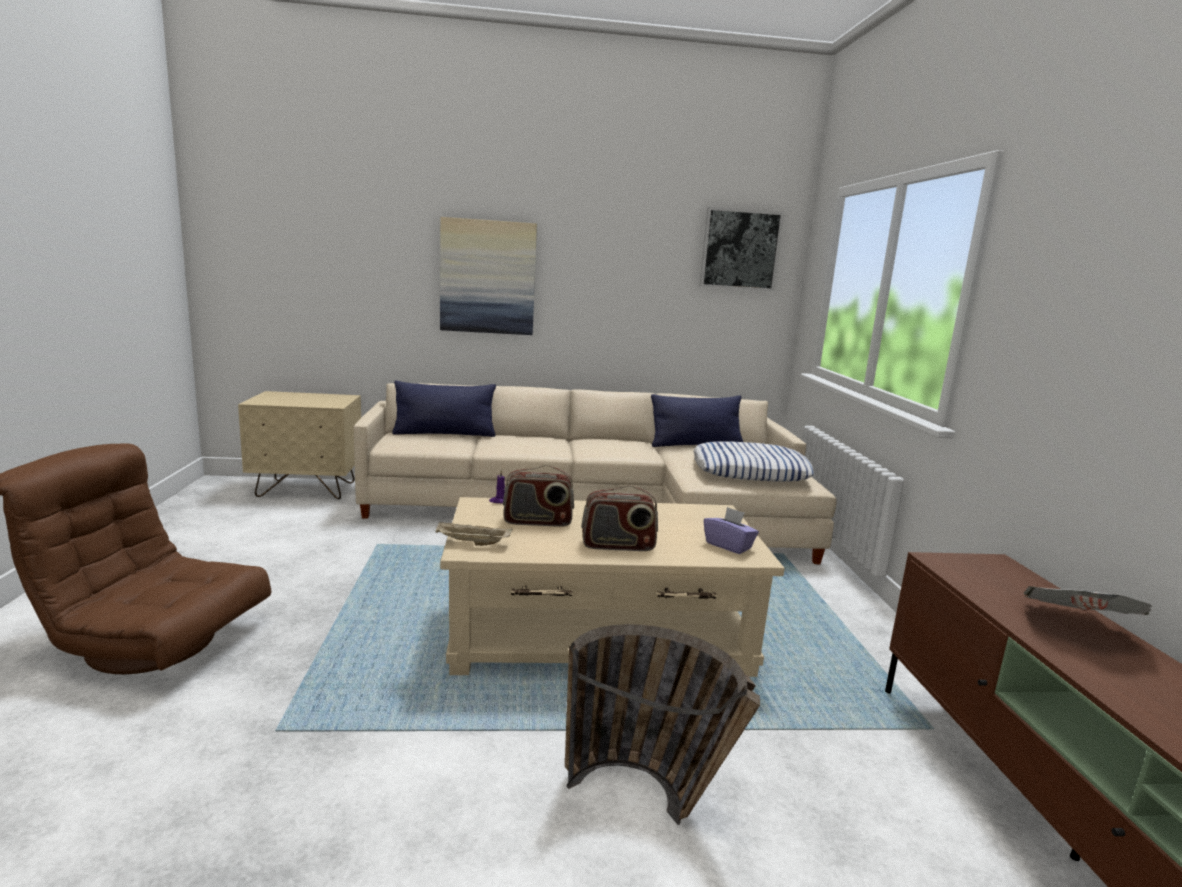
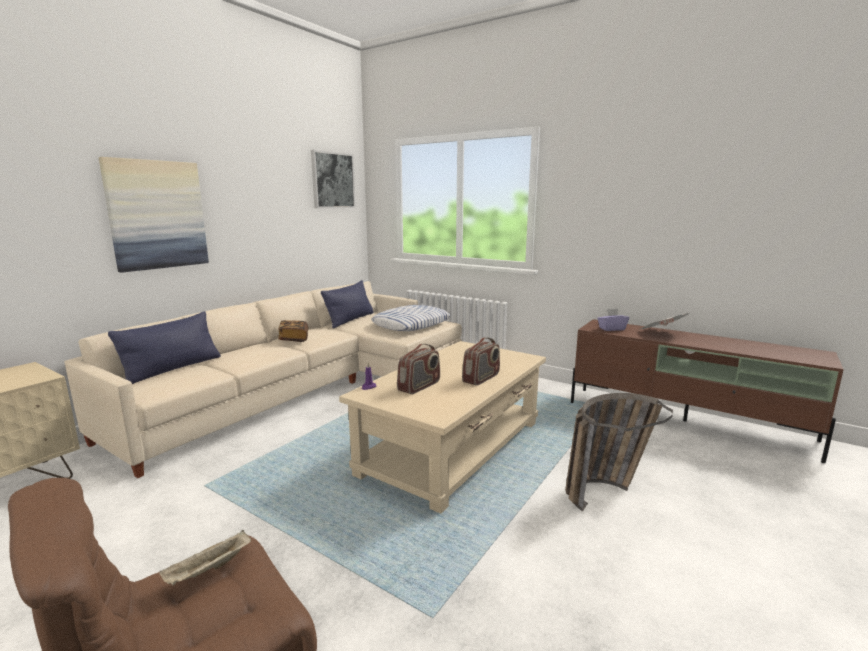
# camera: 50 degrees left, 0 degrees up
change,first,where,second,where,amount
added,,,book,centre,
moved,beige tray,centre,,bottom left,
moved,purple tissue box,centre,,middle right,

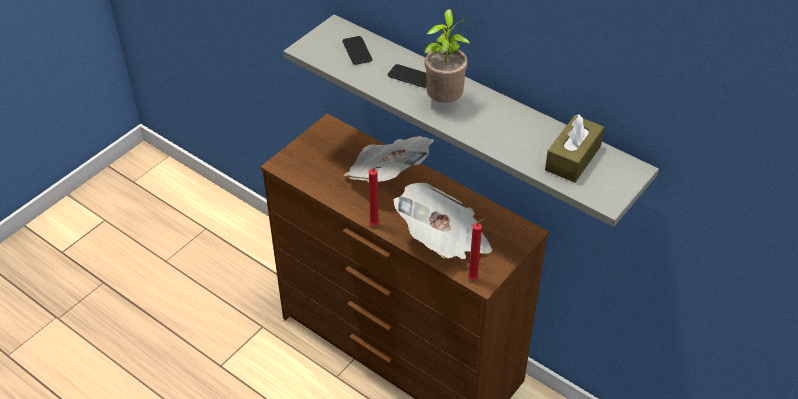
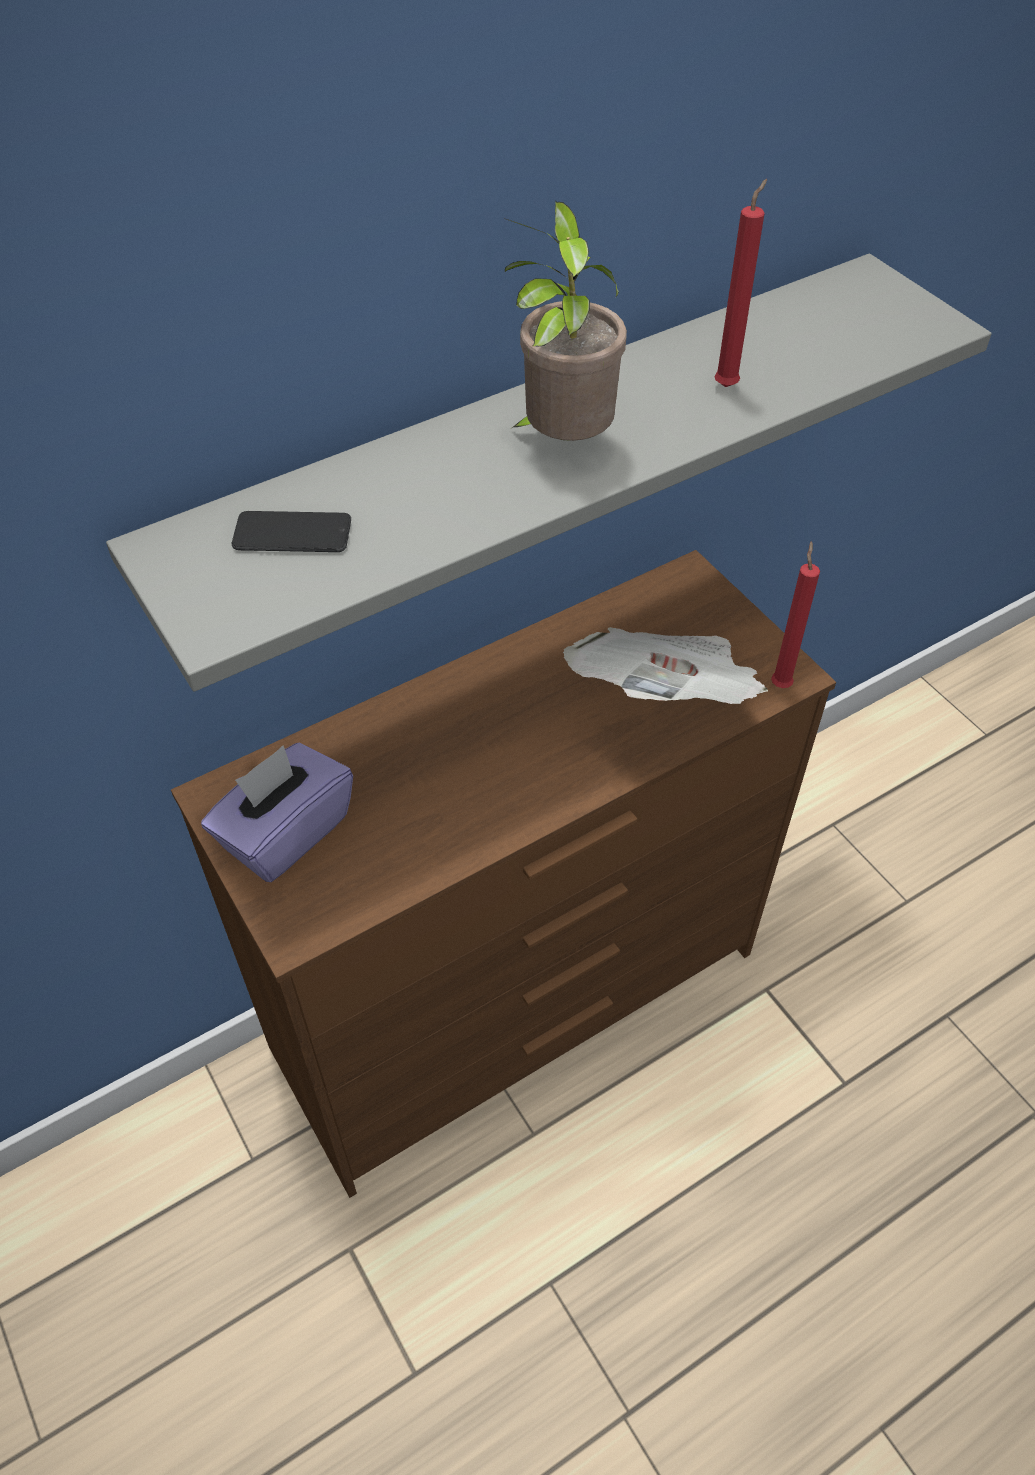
# camera: 70 degrees left, 5 degrees up
change,first,where,second,where,amount
removed,newspaper (1st from left),centre,,,
removed,phone (2nd from left),top centre,,,
removed,brown tissue box,middle right,,,
added,,,purple tissue box,middle left,
moved,red candle (1st from left),centre,,top right,

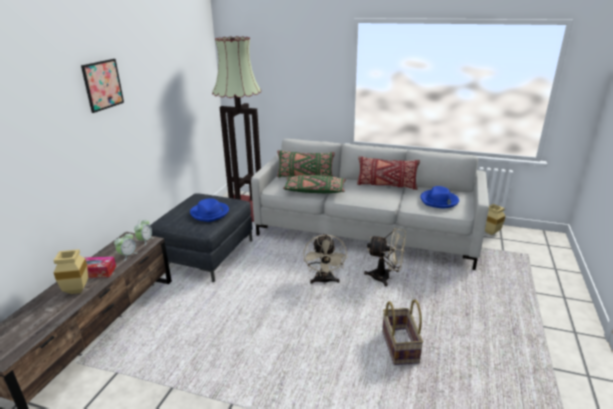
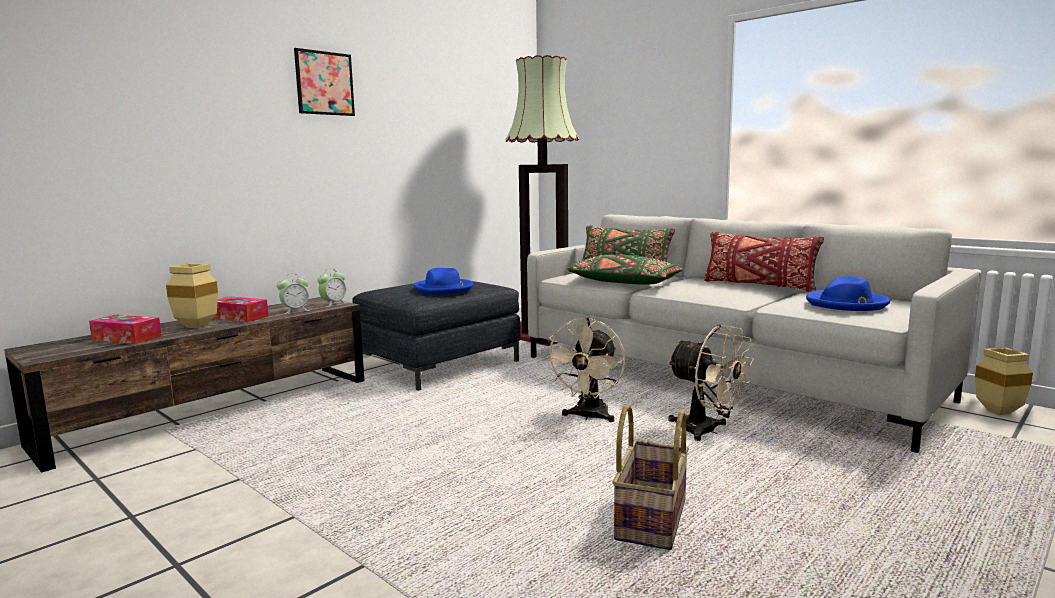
# camera: 25 degrees right, 15 degrees down
change,first,where,second,where,amount
added,,,tissue box (1st from left),middle left,

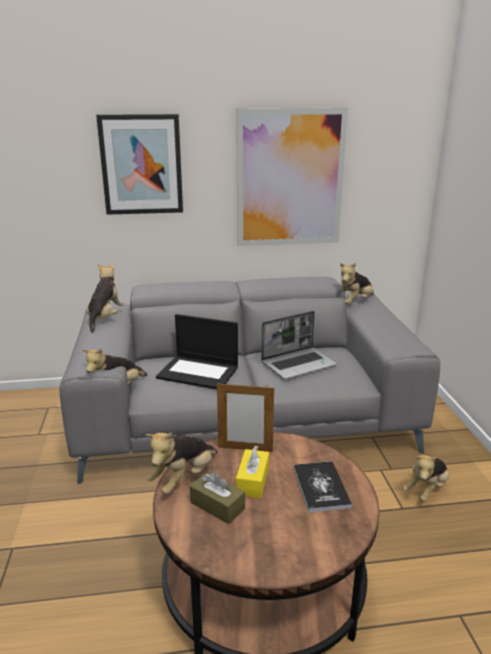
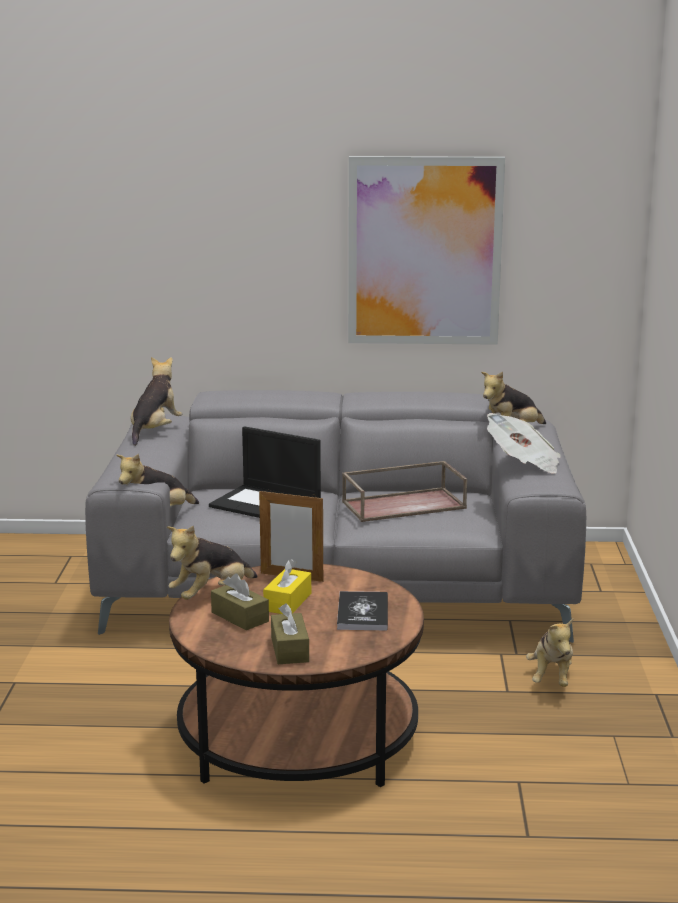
# camera: 10 degrees right, 5 degrees down
change,first,where,second,where,amount
removed,picture (1st from left),top left,,,
added,,,brown tissue box (2nd from left),bottom centre,
added,,,newspaper,middle right,
replaced,laptop (2nd from left),centre,brown tray,centre,
turned,plush toy (5th from left),bottom right,,bottom right,45 degrees counterclockwise

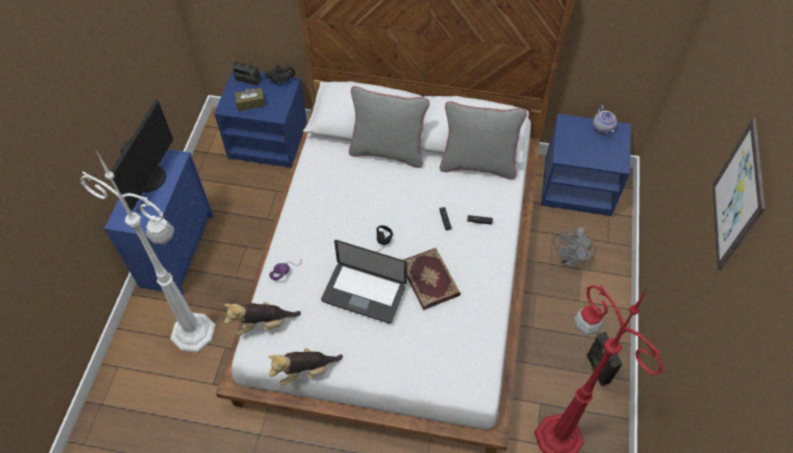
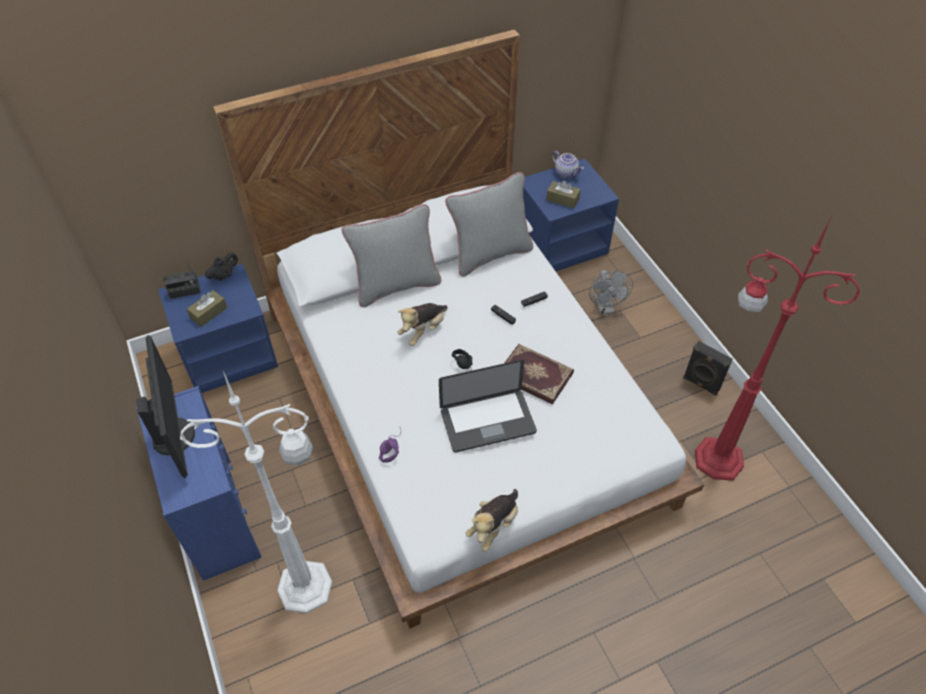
# camera: 35 degrees left, 5 degrees down
change,first,where,second,where,amount
removed,picture,middle right,,,
added,,,brown tissue box (2nd from left),top centre,
moved,plush toy (1st from left),bottom left,,centre,

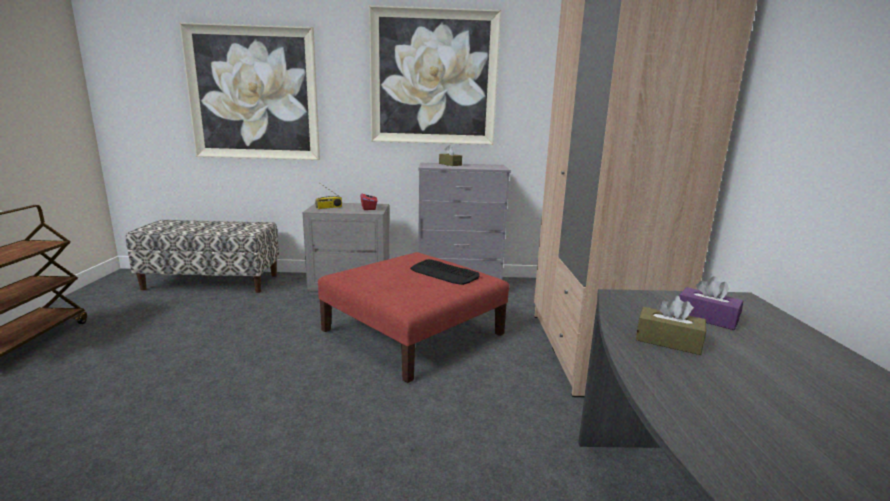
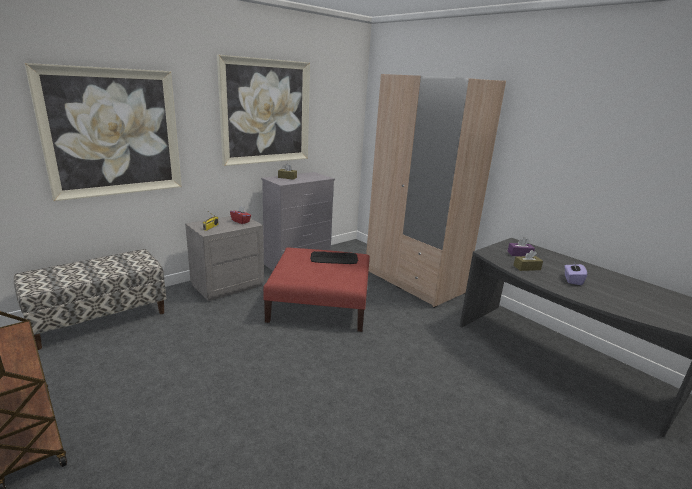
# camera: 40 degrees left, 5 degrees up
change,first,where,second,where,amount
added,,,purple tissue box (2nd from left),middle right,

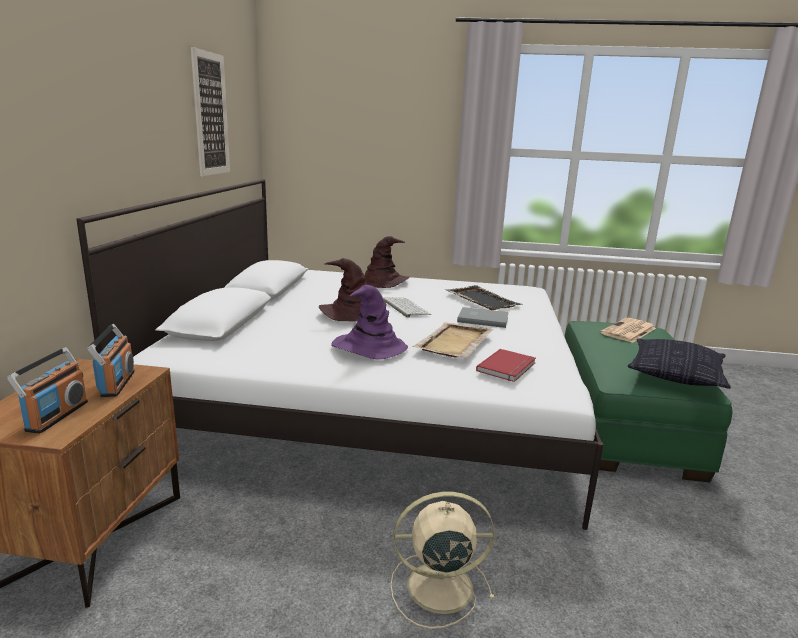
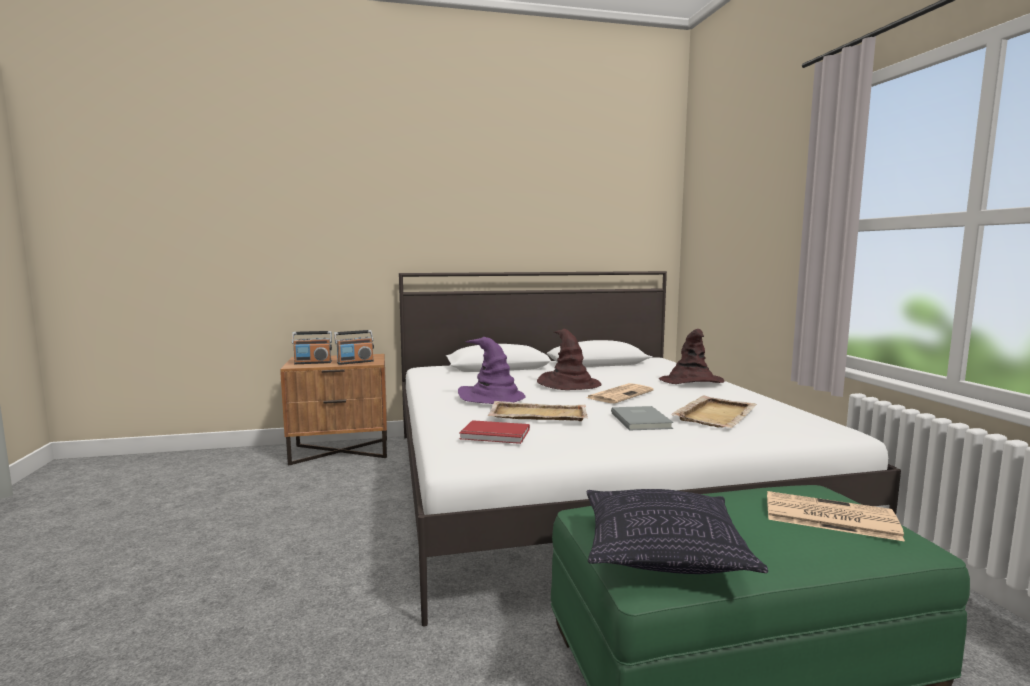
# camera: 70 degrees right, 10 degrees down
change,first,where,second,where,amount
removed,picture,top left,,,
removed,beige fan,bottom centre,,,
replaced,keyboard,centre,newspaper (1st from left),centre,
recoloured,black tray,centre,beige tray (2nd from left),middle right,

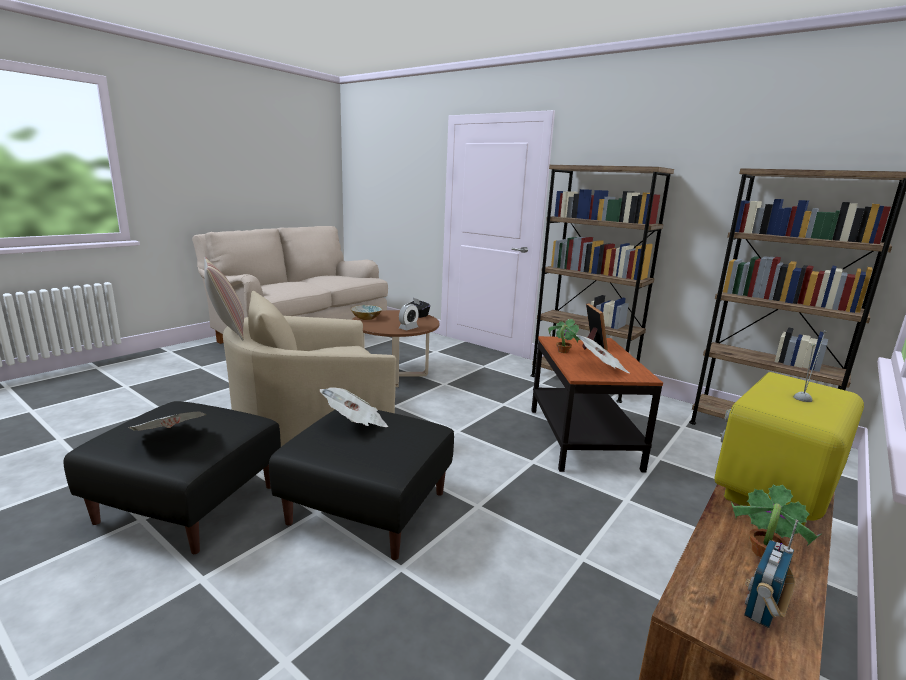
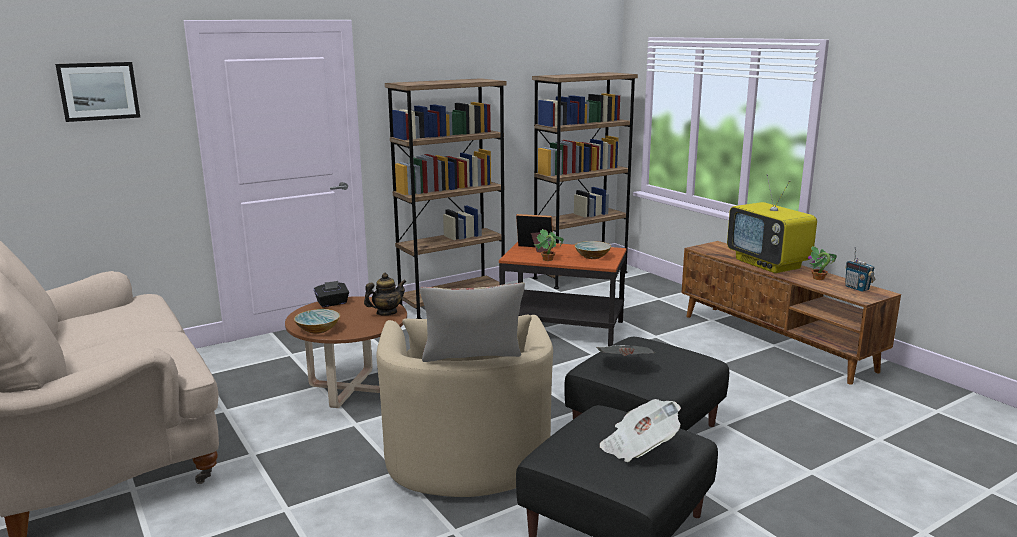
# camera: 70 degrees left, 0 degrees up
change,first,where,second,where,amount
added,,,picture,top left,
replaced,alarm clock,centre,teapot,centre,
replaced,newspaper (3rd from left),centre,bowl (2nd from left),centre,

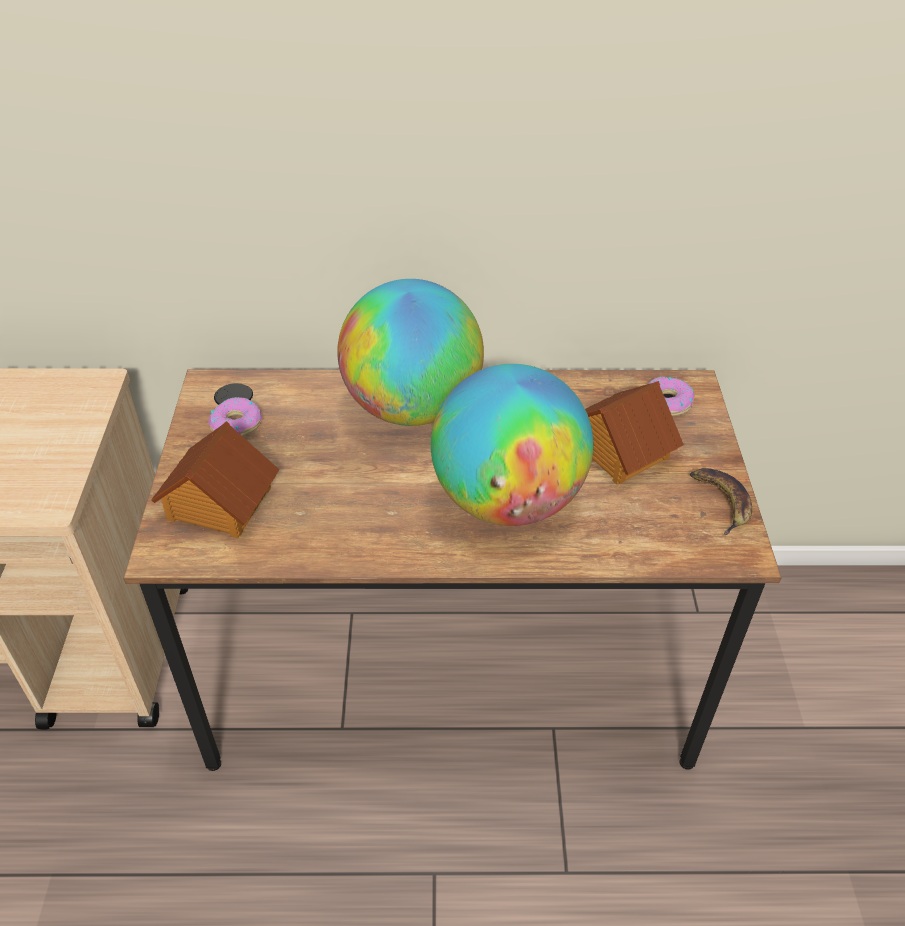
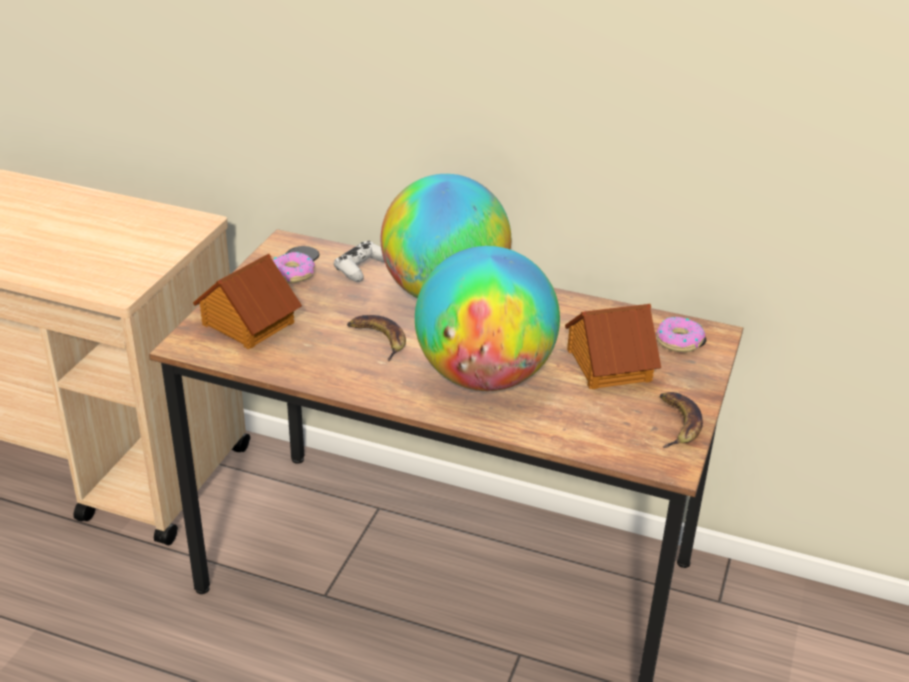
# camera: 20 degrees right, 10 degrees down
change,first,where,second,where,amount
added,,,white game controller,centre,
added,,,banana (1st from left),centre,

